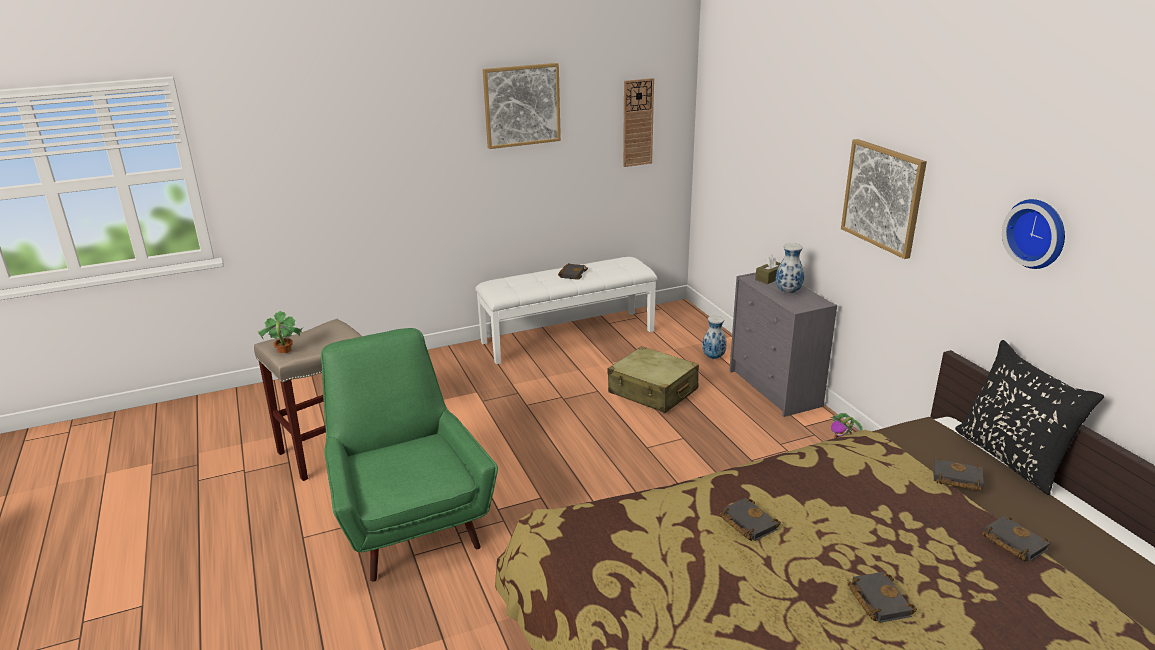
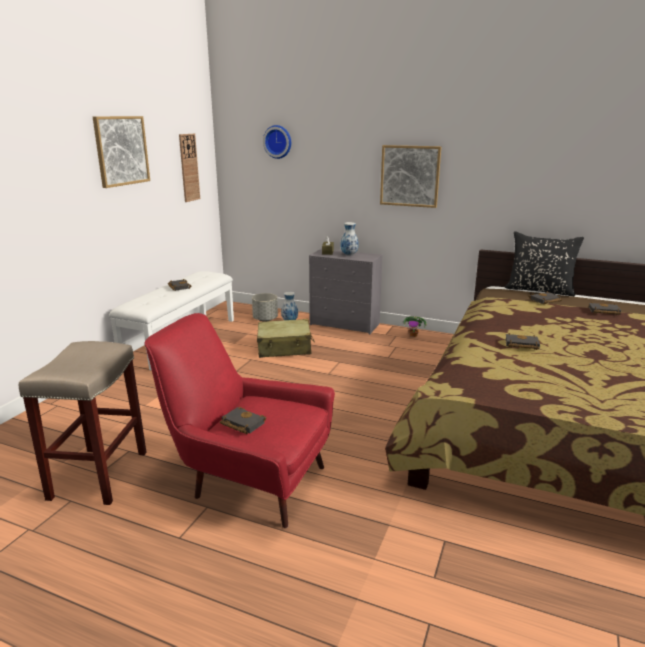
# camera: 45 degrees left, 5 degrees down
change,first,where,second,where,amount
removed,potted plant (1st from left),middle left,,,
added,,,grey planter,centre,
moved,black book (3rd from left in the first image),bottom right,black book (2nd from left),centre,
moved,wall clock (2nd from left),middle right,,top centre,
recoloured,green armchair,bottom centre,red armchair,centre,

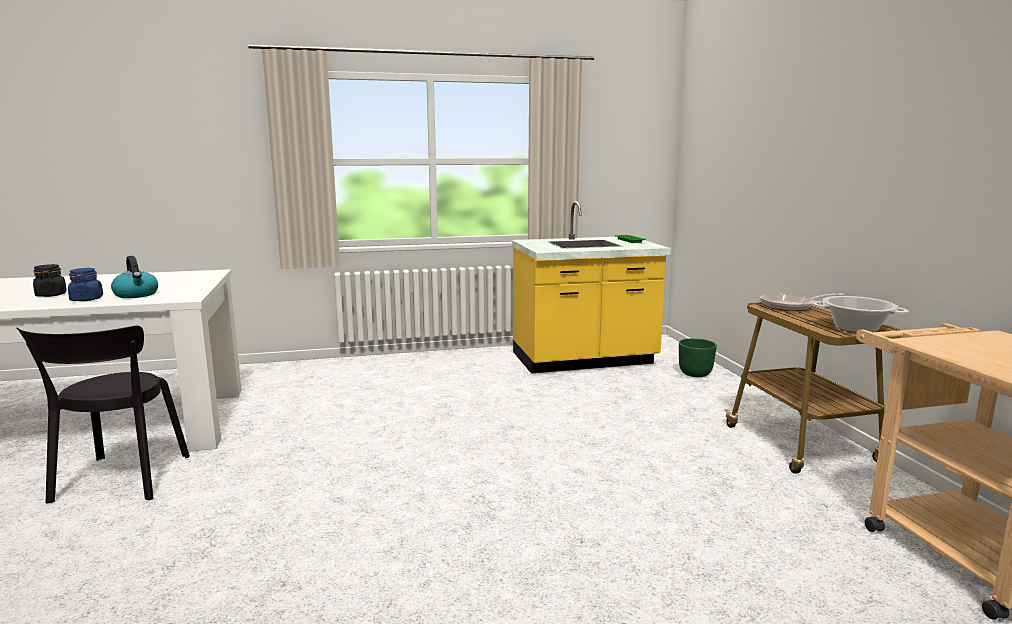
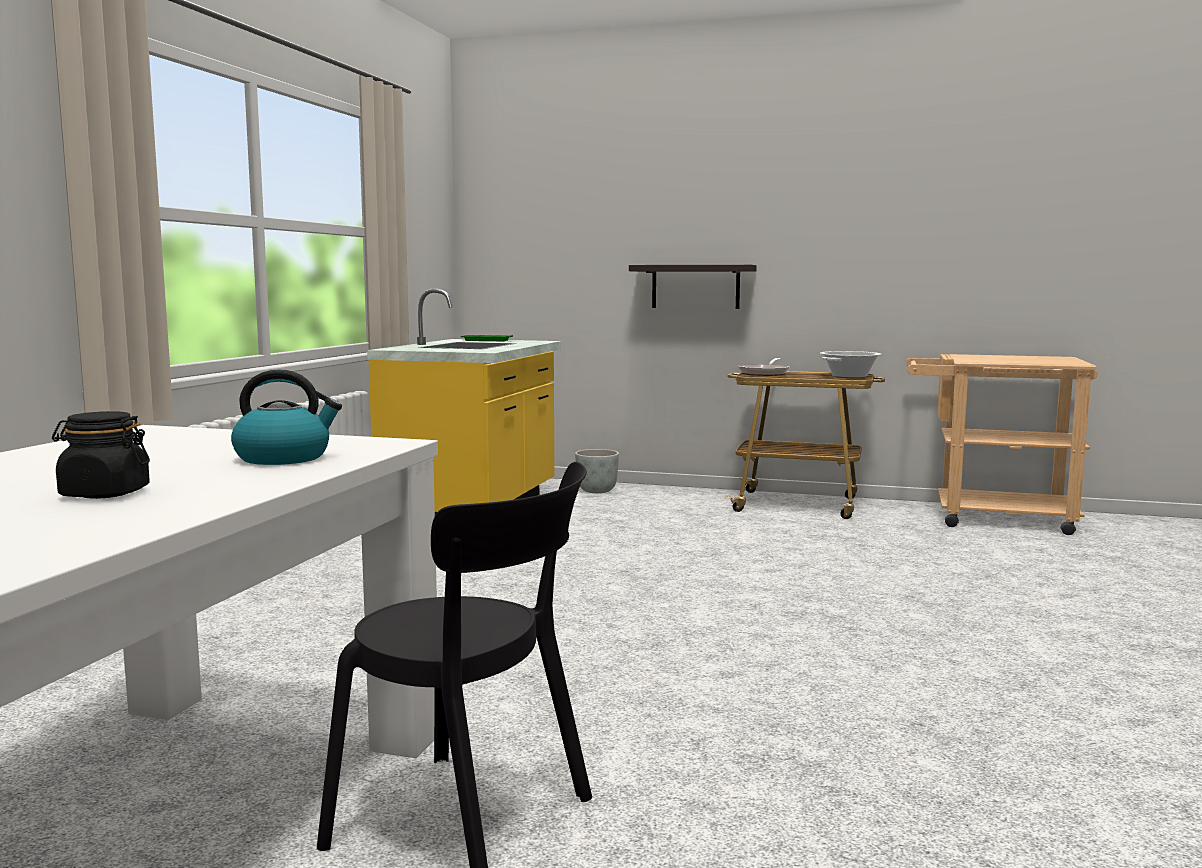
# camera: 60 degrees left, 5 degrees down
change,first,where,second,where,amount
removed,blue jar,middle left,,,
added,,,shelf,top centre,
recoloured,green planter,middle right,grey planter,centre,

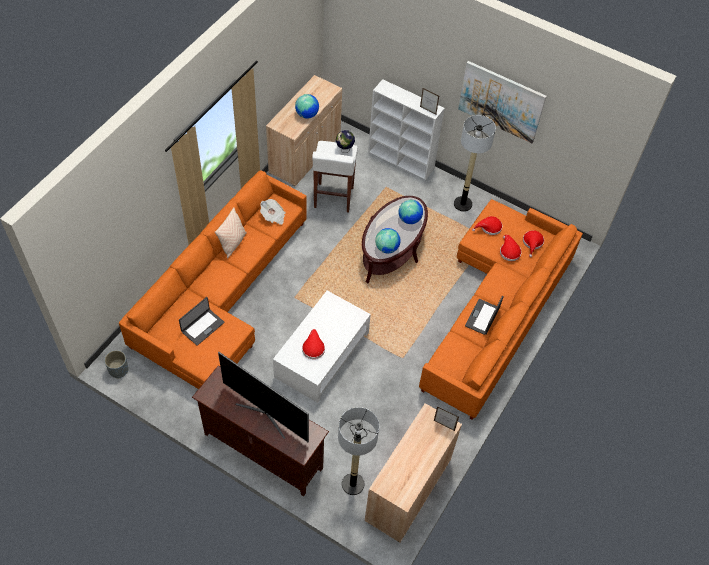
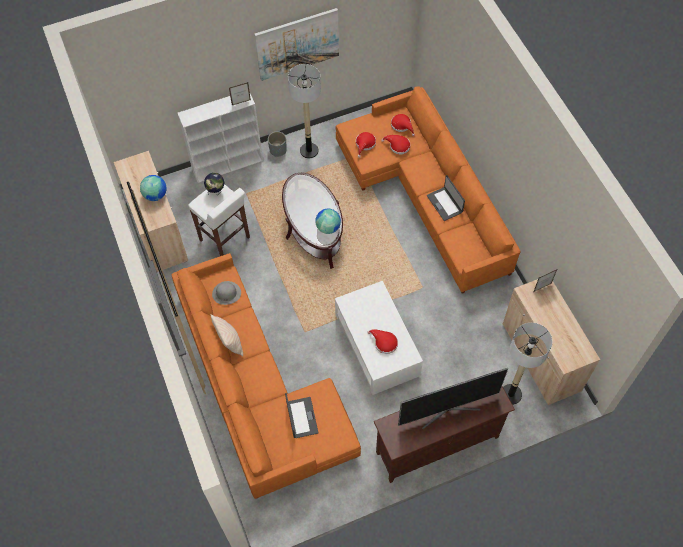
# camera: 50 degrees left, 5 degrees up
change,first,where,second,where,amount
removed,globe (4th from left),centre,,,
moved,grey planter,middle left,,top centre,
replaced,newspaper,centre,grey hat,middle left,

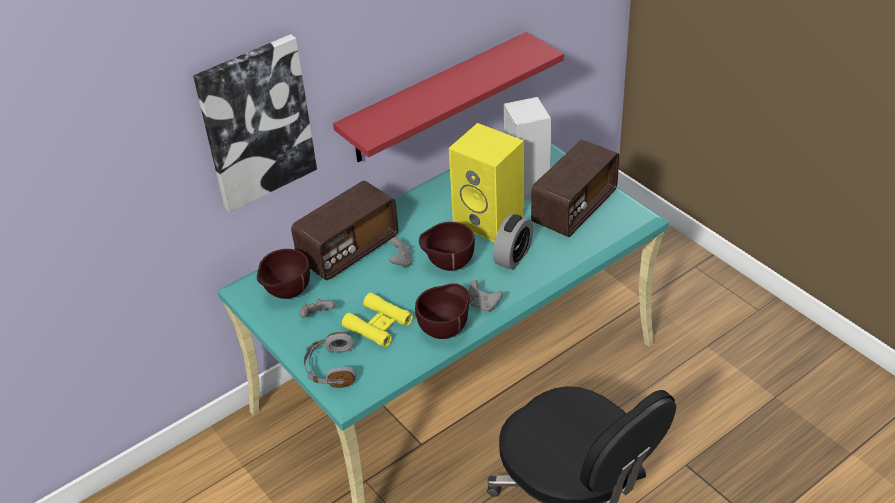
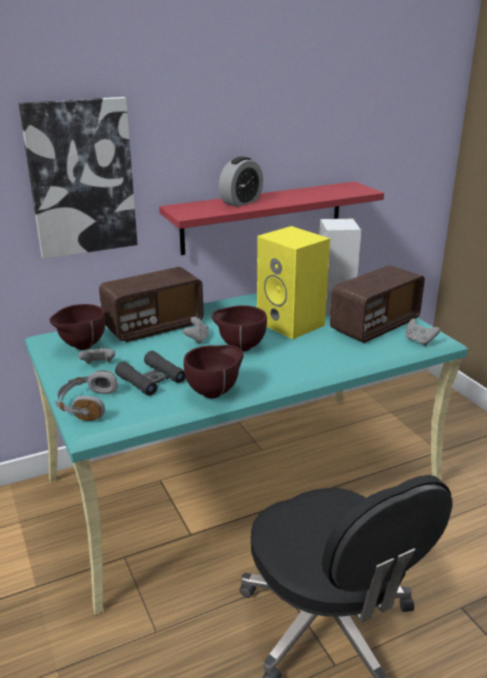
# camera: 10 degrees right, 15 degrees down
change,first,where,second,where,amount
moved,grey game controller (3rd from left),centre,,middle right,
moved,alarm clock,centre,,top centre,
recoloured,yellow binoculars,centre,black binoculars,middle left,

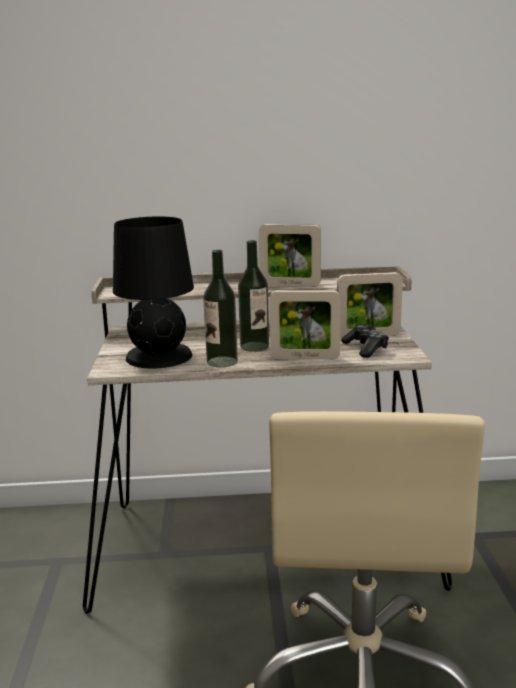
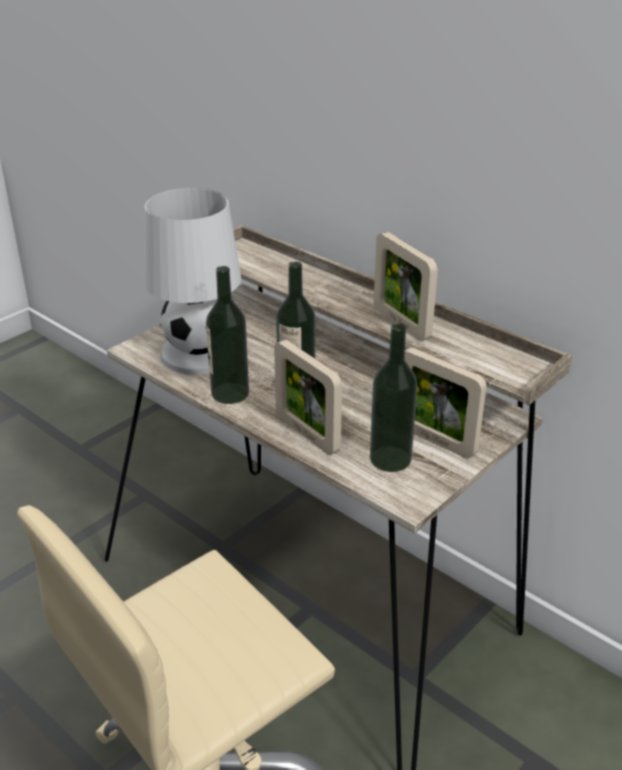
# camera: 45 degrees right, 15 degrees up
change,first,where,second,where,amount
replaced,game controller,middle right,bottle (3rd from left),centre,
recoloured,black table lamp,middle left,white table lamp,middle left,

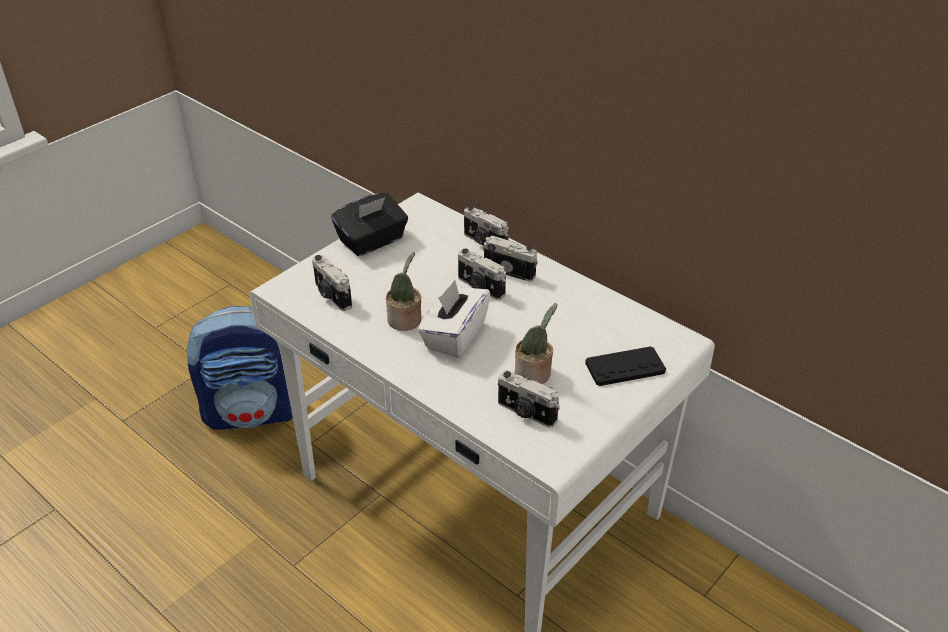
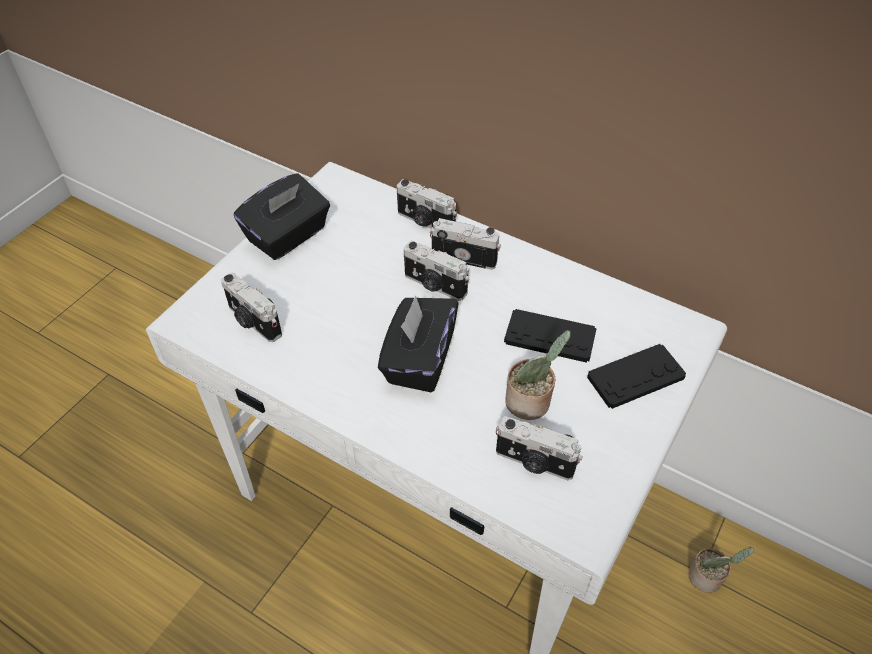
# camera: 10 degrees left, 10 degrees up
change,first,where,second,where,amount
removed,backpack,middle left,,,
added,,,black game controller (1st from left),centre,
moved,potted plant (1st from left in the first image),centre,potted plant (2nd from left),bottom right,
recoloured,white tissue box,centre,black tissue box (2nd from left),centre,

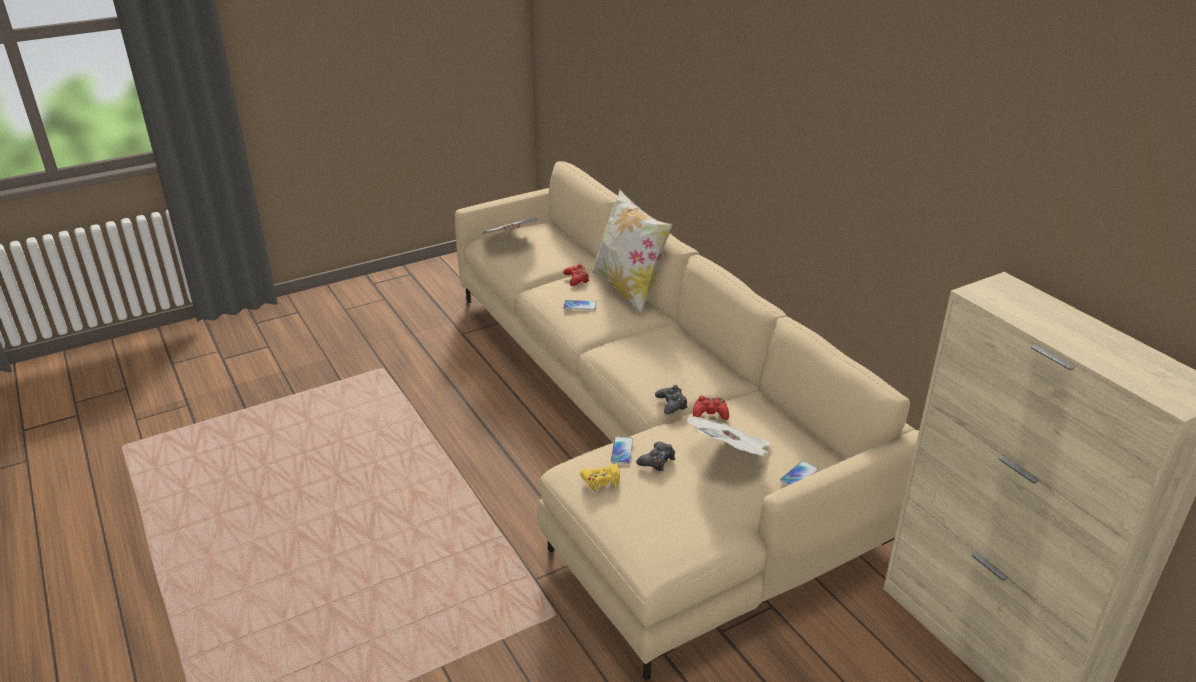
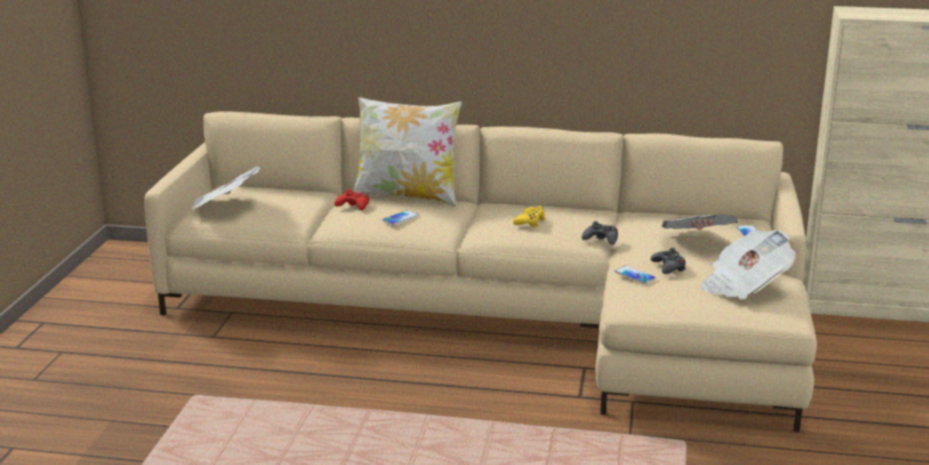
# camera: 50 degrees left, 10 degrees down
change,first,where,second,where,amount
removed,red game controller (2nd from left),centre,,,
added,,,newspaper (3rd from left),middle right,
moved,yellow game controller,bottom centre,,centre,

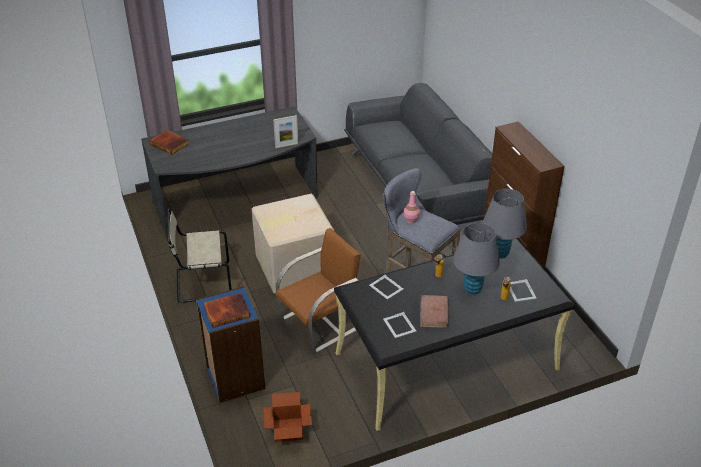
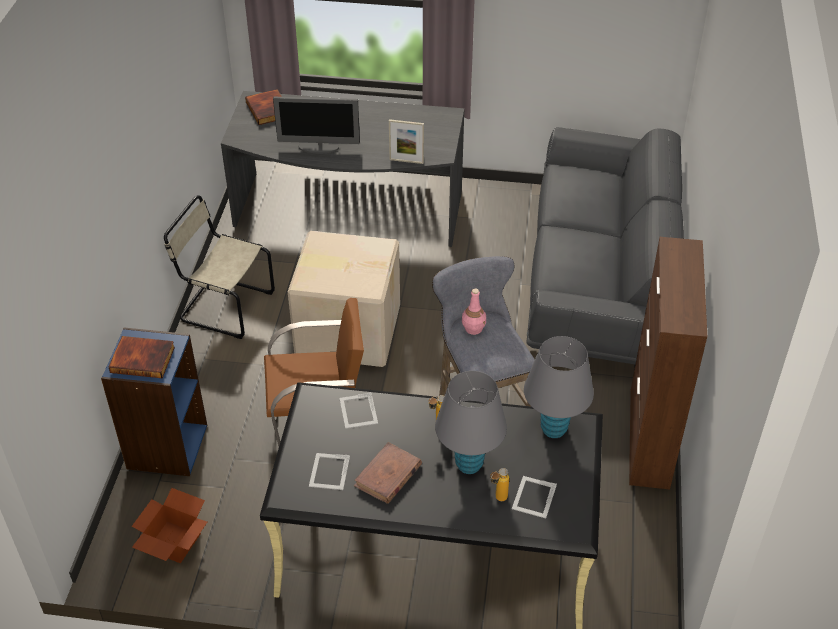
# camera: 30 degrees right, 5 degrees up
change,first,where,second,where,amount
added,,,monitor,top centre,

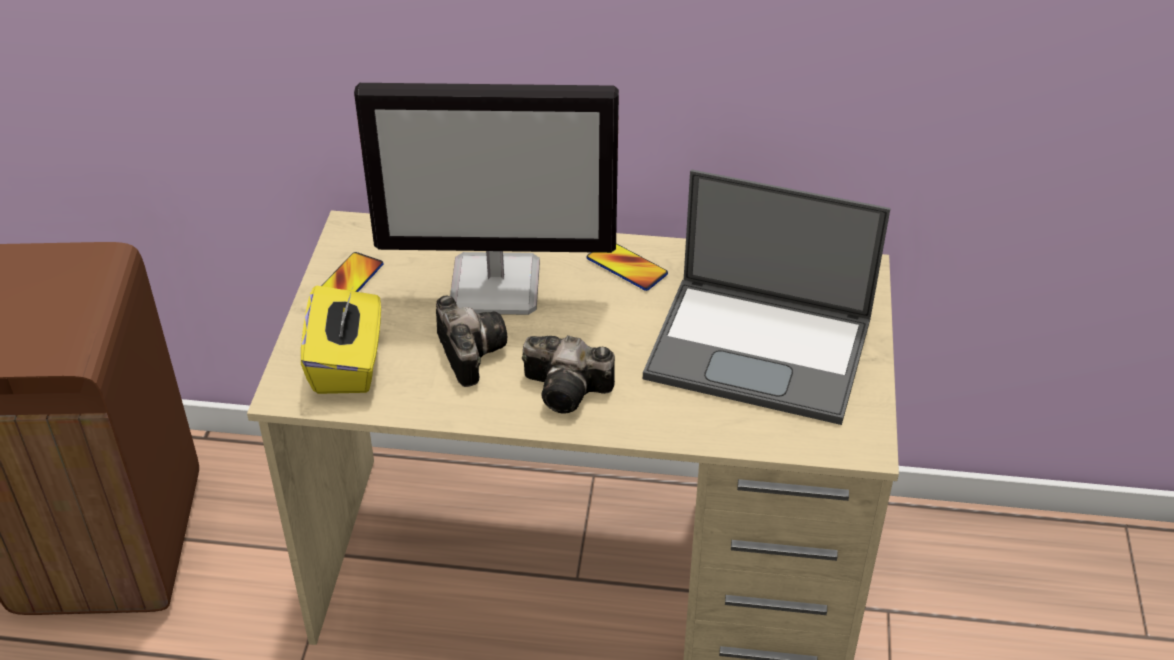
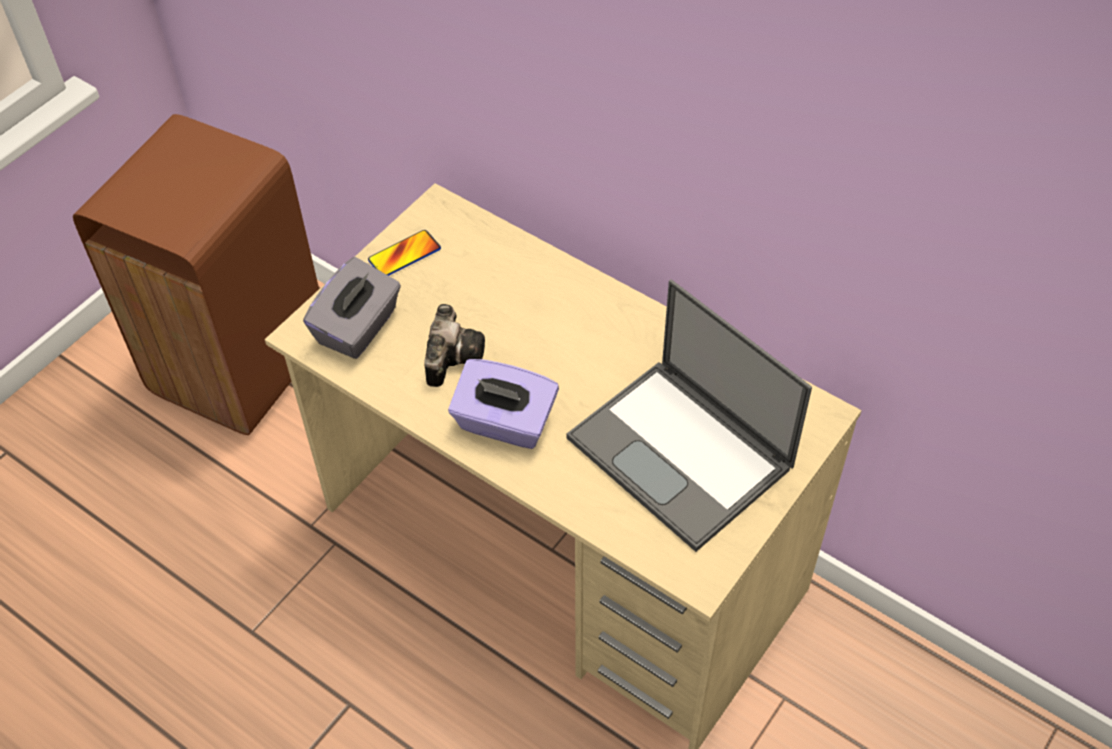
# camera: 30 degrees right, 10 degrees up
change,first,where,second,where,amount
removed,monitor,top centre,,,
removed,phone (2nd from left),centre,,,
replaced,photo camera (2nd from left),centre,purple tissue box,centre,
recoloured,yellow tissue box,middle left,grey tissue box,middle left,

